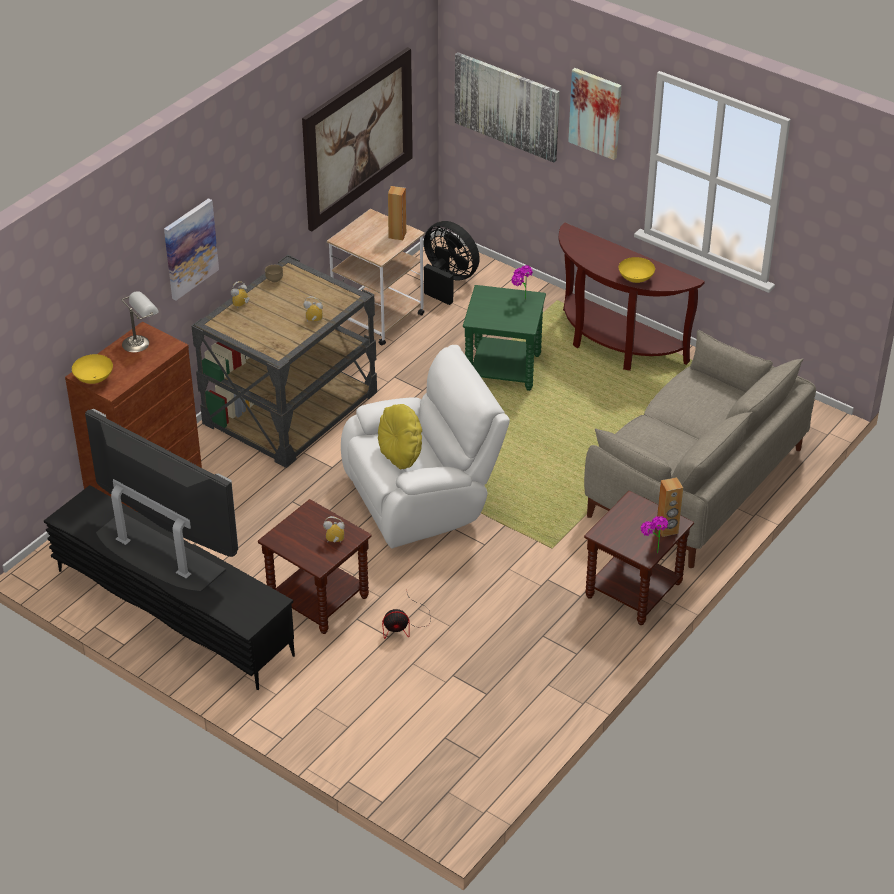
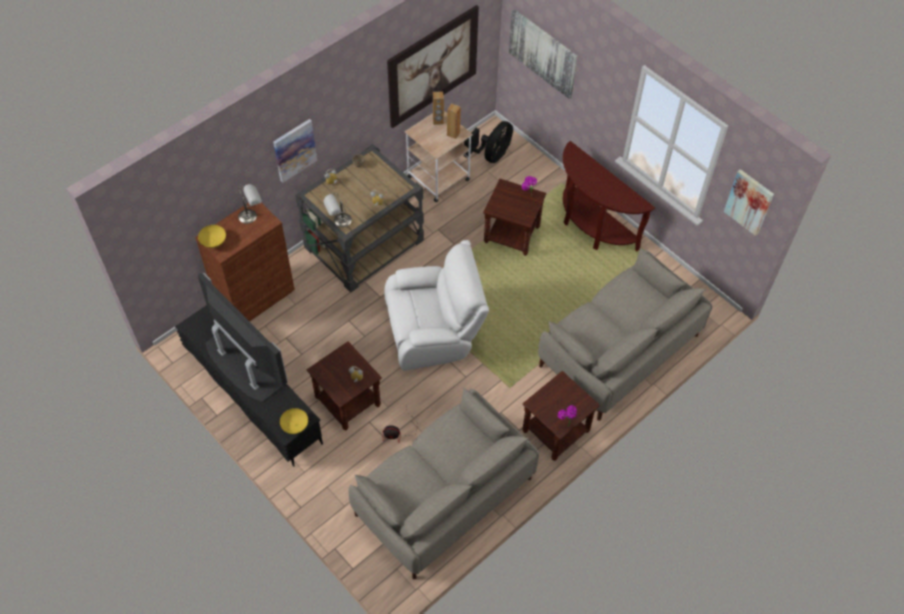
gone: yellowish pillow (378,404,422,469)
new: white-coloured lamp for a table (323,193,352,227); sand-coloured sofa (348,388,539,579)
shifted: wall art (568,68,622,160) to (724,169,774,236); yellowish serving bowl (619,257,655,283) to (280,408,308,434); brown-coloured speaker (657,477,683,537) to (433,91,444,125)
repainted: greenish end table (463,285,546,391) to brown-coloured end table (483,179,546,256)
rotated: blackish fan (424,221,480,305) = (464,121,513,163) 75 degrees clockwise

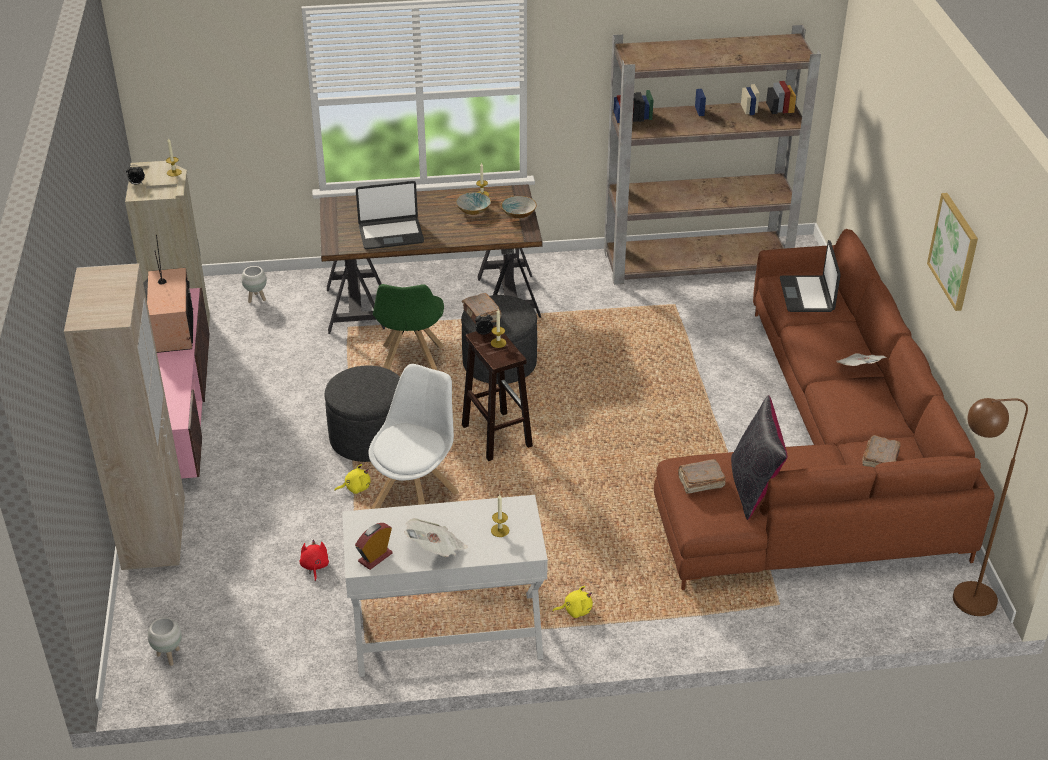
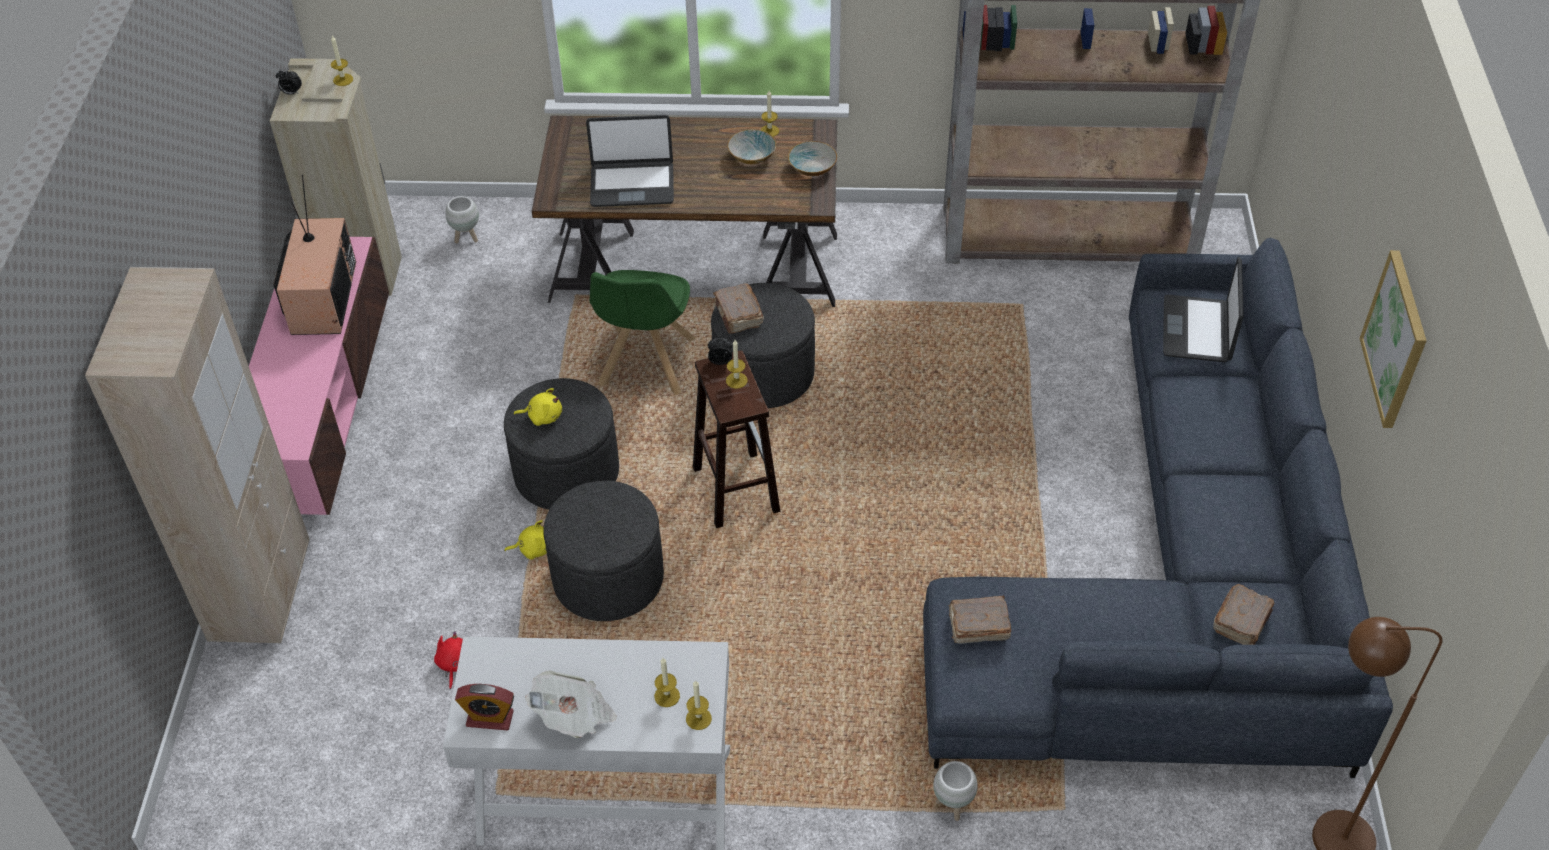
gone: blackish pillow (731,395,788,520); printed paper (837,353,887,366)
new: wax candle (686,680,712,730)
shifted: white-coloured planter (148,617,182,666) to (933,761,978,821); yellowish plush toy (552,586,593,618) to (514,388,562,426)
swapped: white-coloured upright chair (369,364,459,509) to gray pouffe (543,481,664,621)
repainted: brown-coloured sofa (654,229,995,590) to bluish sofa (923,238,1393,778)
rotated: bedside clock (355,523,393,570) = (455,684,514,730) 135 degrees counterclockwise

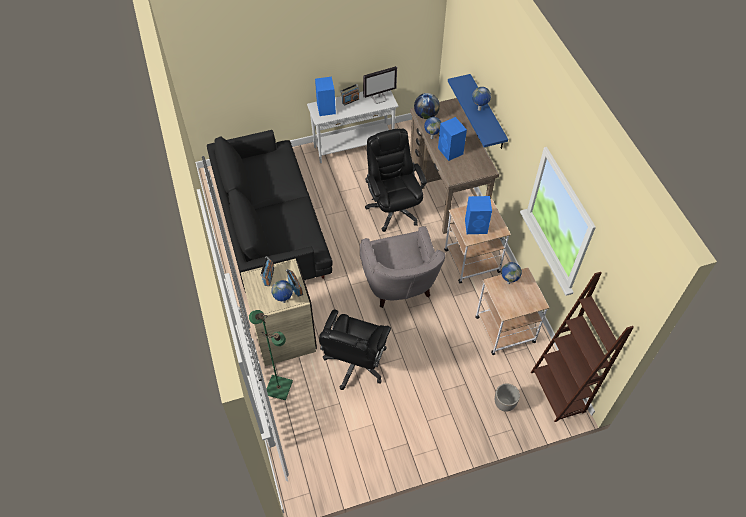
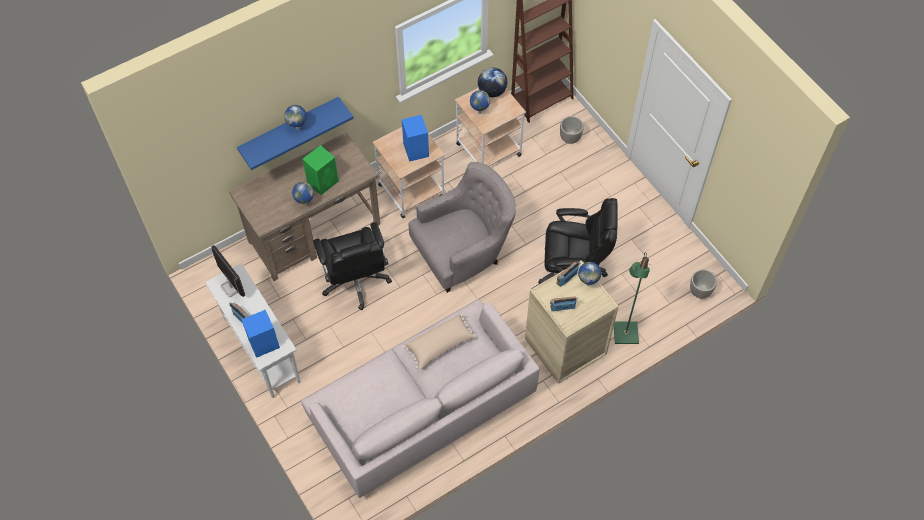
new: sand-coloured pillow (403,314,476,369); planter (690,269,717,299)
shifted: world globe (414,93,440,119) to (478,67,507,97)
repainted: blackish sofa (207,130,333,293) to white-coloured sofa (301,299,539,498); bluish speaker (438,117,467,161) to greenish speaker (302,145,339,195)
rotated: blackish computer chair (365,129,427,232) = (313,222,392,310) 75 degrees counterclockwise

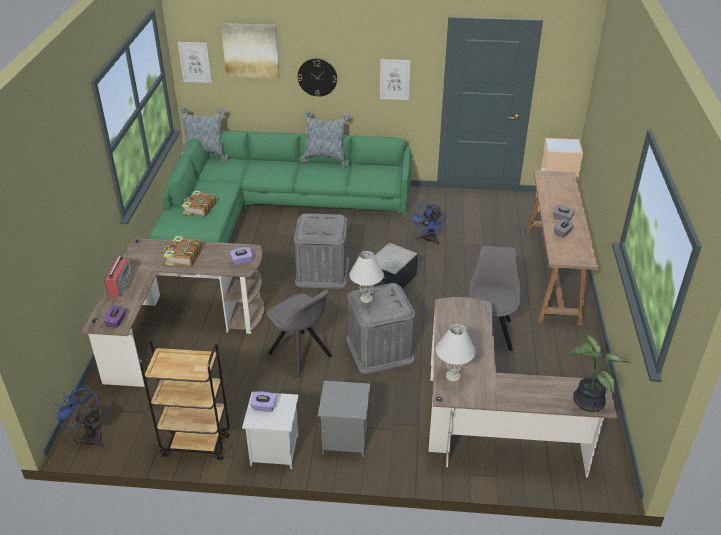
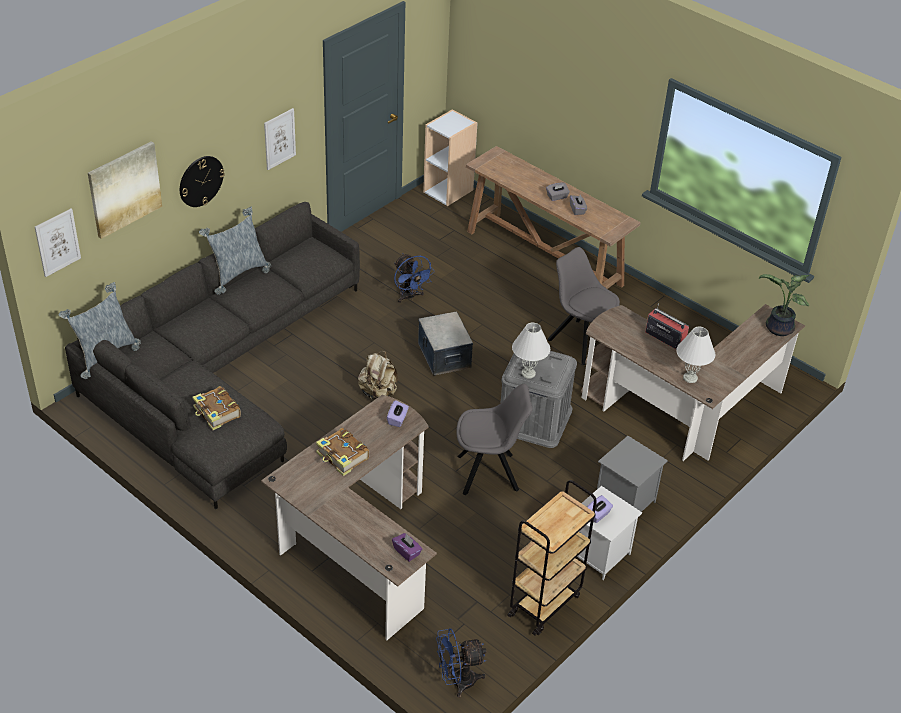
shifted: radio receiver (104,254,133,298) to (645,303,689,349)
swapped: gray storage box (294,213,349,289) to sand-coloured backpack (358,351,398,400)
repainted: greenish sofa (150,130,411,243) to gray sofa (65,202,360,509)

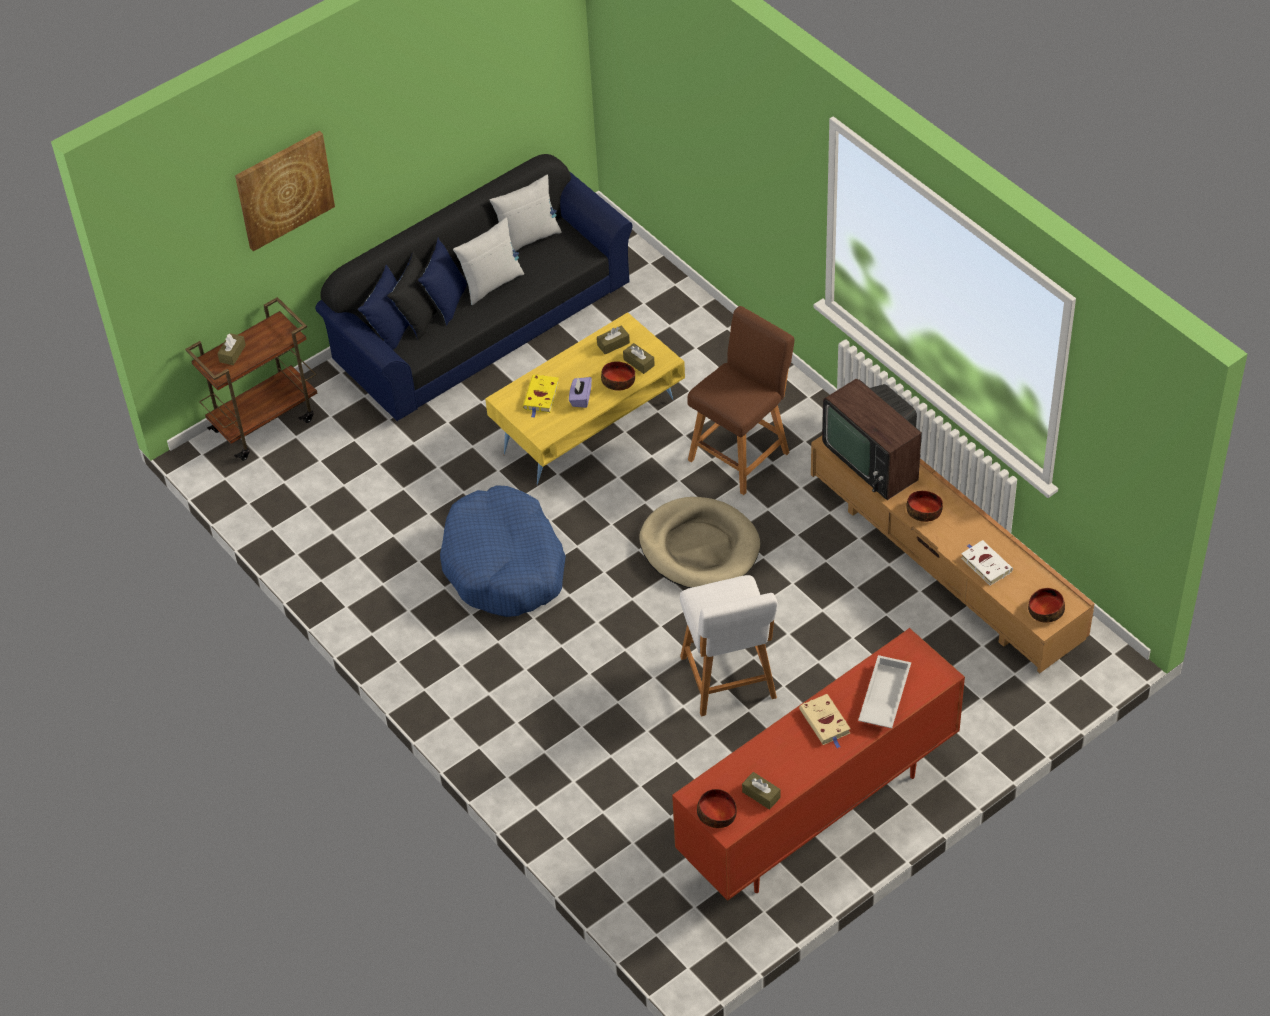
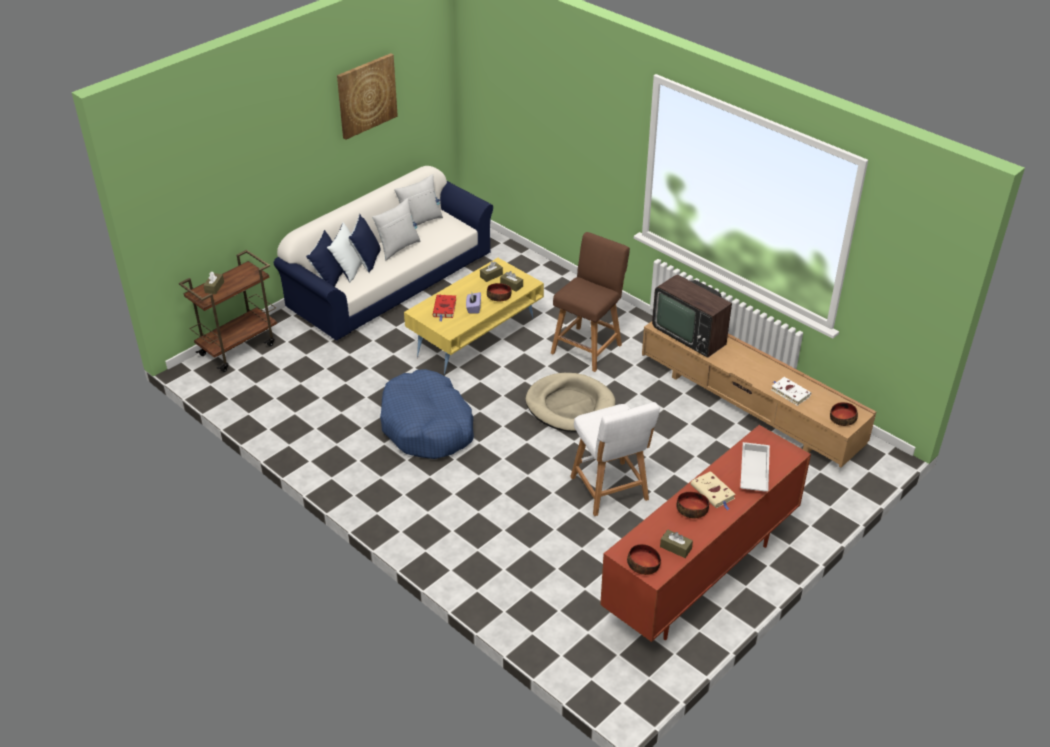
shifted: wall art (235,131,335,251) to (337,53,398,140); serving bowl (906,491,943,522) to (676,492,709,518)
repainted: blackish sofa (315,154,632,421) to white-coloured sofa (274,166,493,341); yellowish volume (523,374,559,418) to red-coloured volume (433,295,456,321)

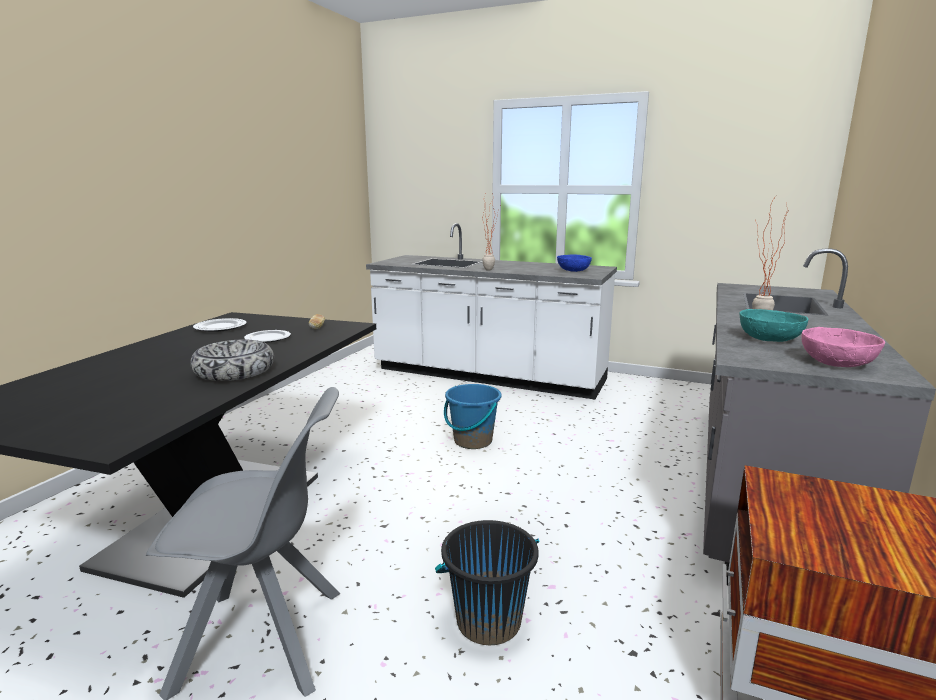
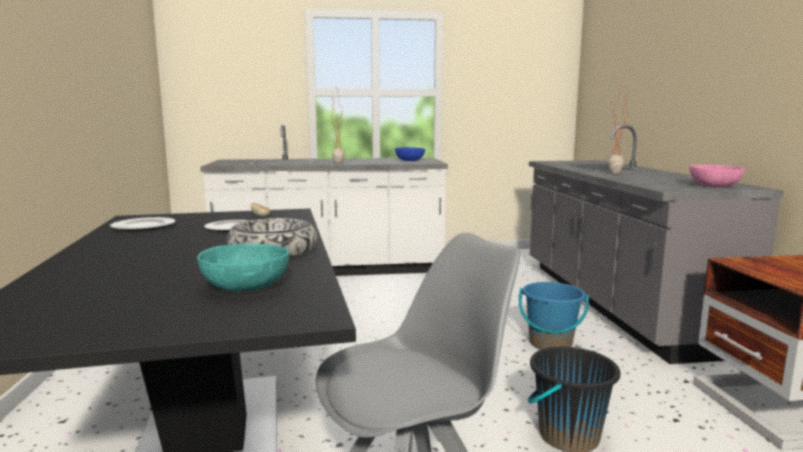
shifted: bluish bucket (444,384,501,449) to (519,282,589,350); turquoise-coloured serving bowl (740,309,808,342) to (197,244,289,292)

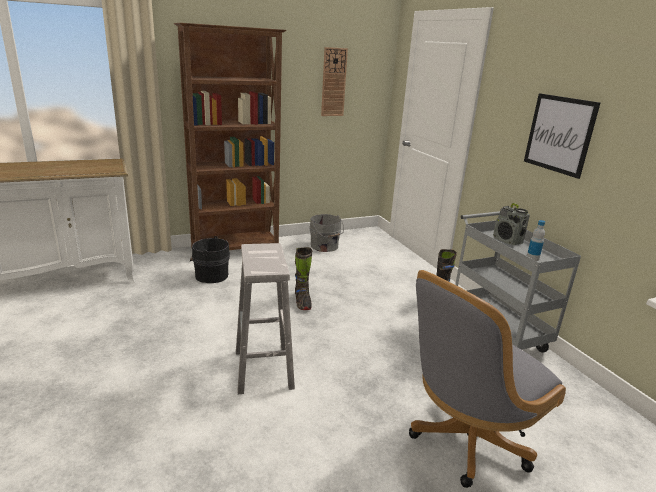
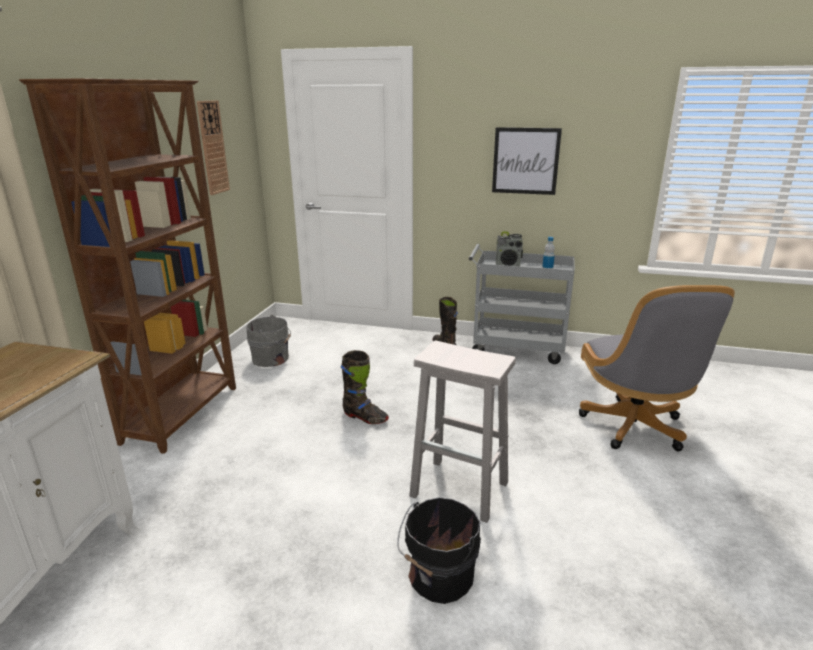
shifted: blackish bucket (190,236,230,283) to (397,497,481,604)

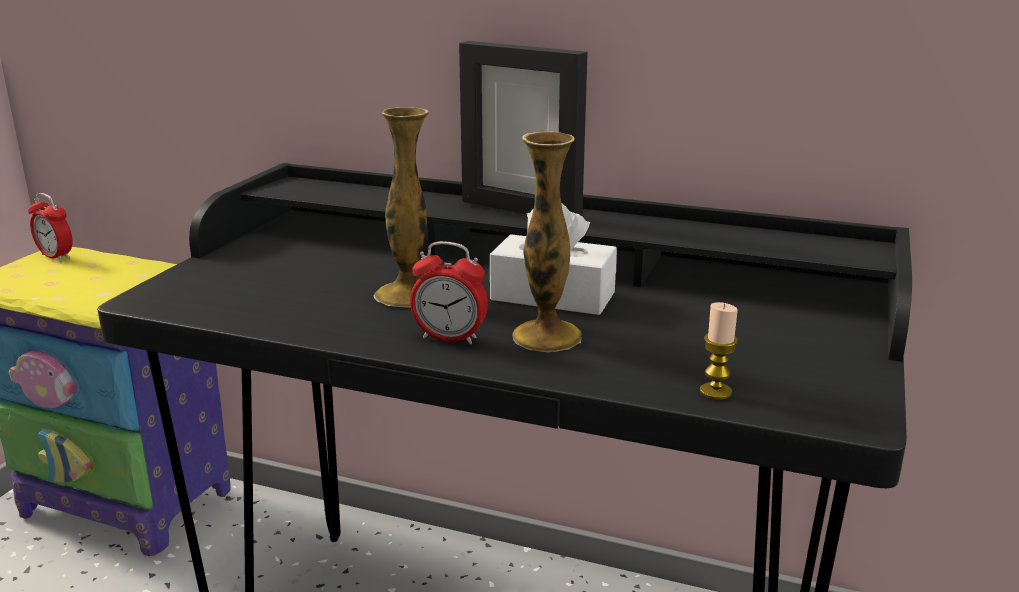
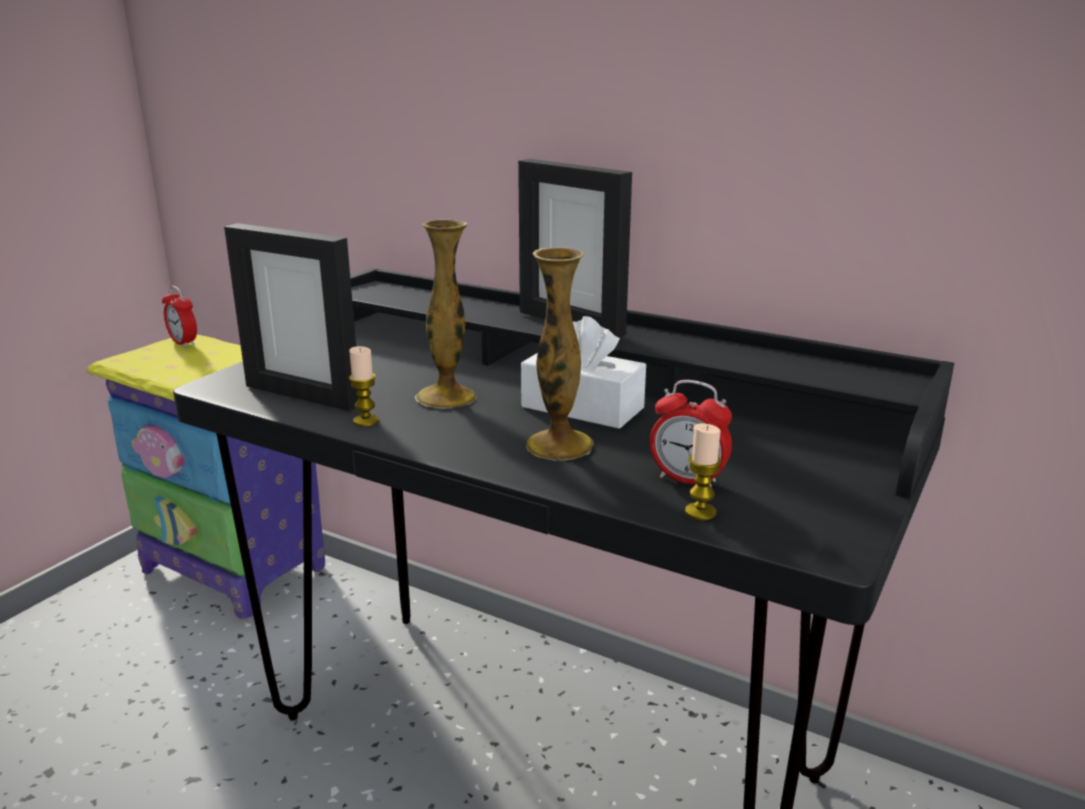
new: photo frame (224,223,359,411); wax candle (349,346,379,427)
shifted: bedside clock (410,241,488,344) to (650,380,732,488)

